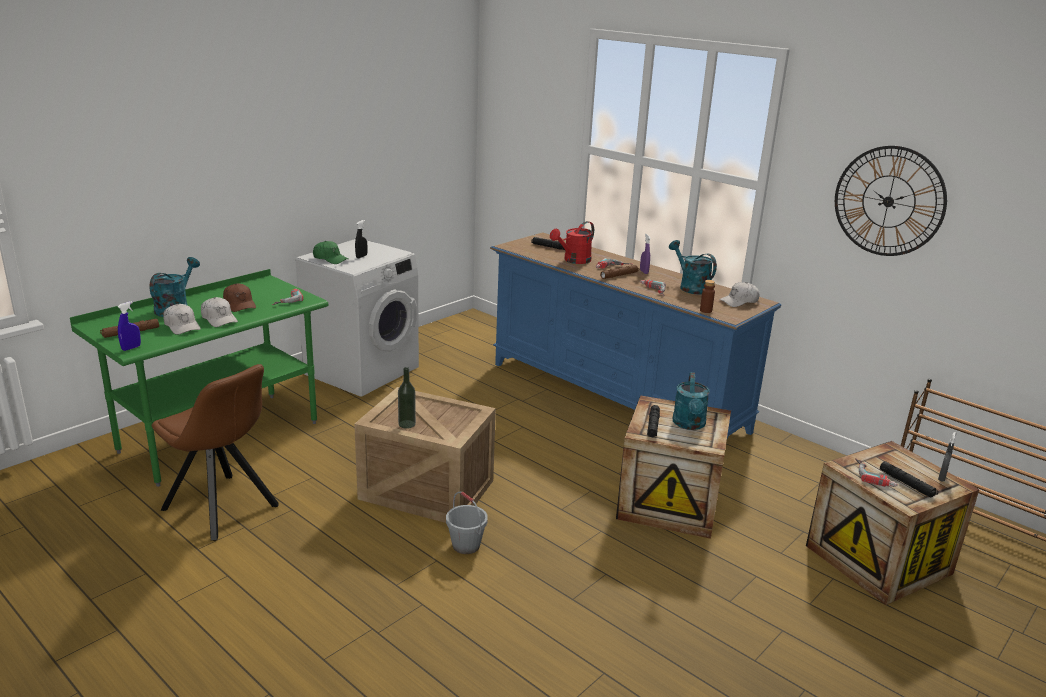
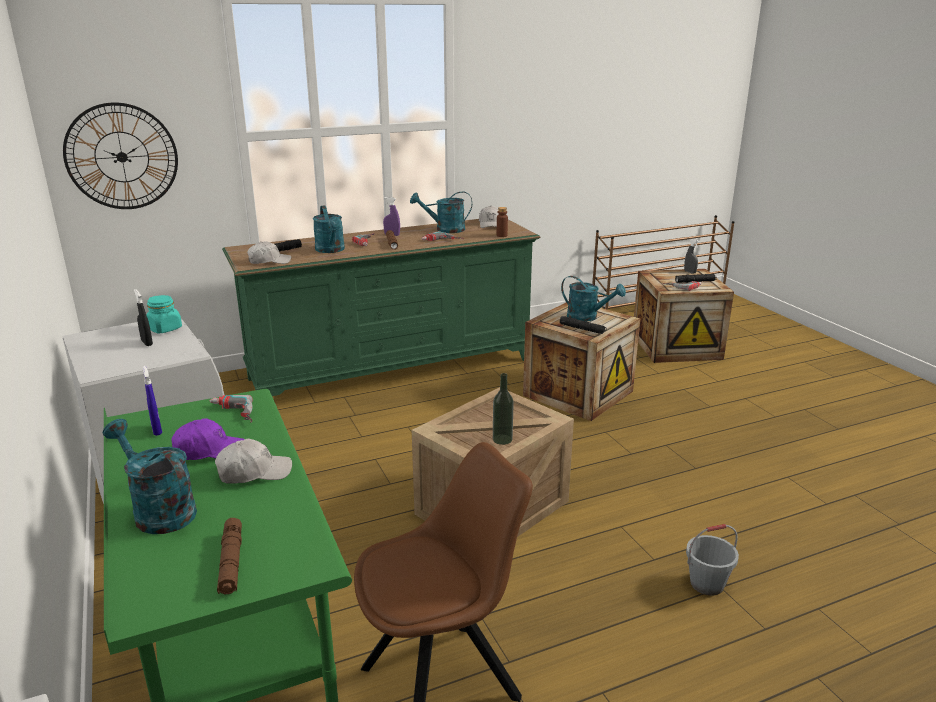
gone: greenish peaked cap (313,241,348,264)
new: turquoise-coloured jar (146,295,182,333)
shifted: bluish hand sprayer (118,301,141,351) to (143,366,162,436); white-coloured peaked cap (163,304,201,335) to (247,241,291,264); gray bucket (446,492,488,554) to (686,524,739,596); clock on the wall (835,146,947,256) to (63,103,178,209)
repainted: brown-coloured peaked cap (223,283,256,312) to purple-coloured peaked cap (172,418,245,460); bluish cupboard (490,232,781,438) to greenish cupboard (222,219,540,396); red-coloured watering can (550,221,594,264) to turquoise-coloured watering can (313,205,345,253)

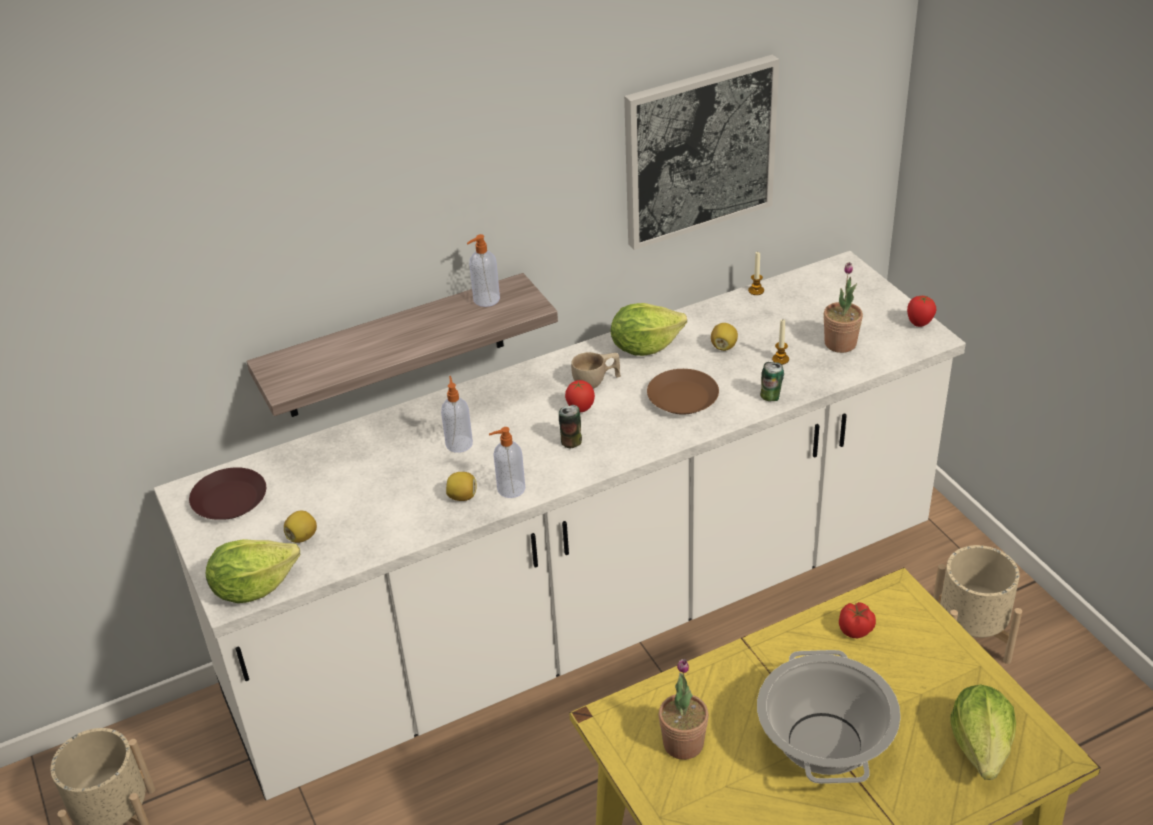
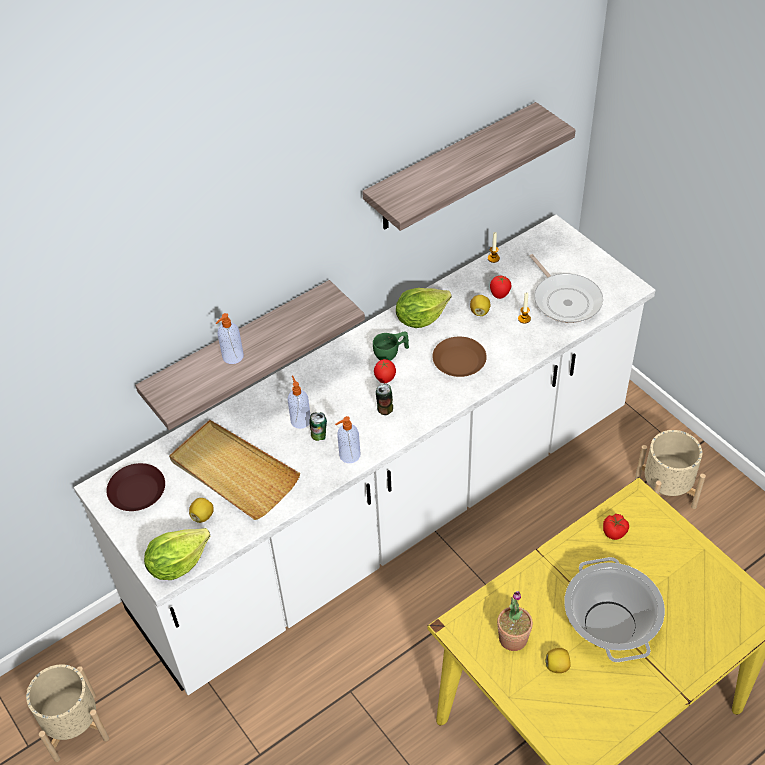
gone: lettuce (950,684,1016,780)
new: sand-coloured carrying tray (169,420,300,520)
shifted: citrus fruit (446,472,476,501) to (545,648,571,673); soap dispenser (467,234,500,307) to (216,313,244,364); metal can (760,362,784,401) to (309,412,327,441); fresh tomato (907,296,936,327) to (490,276,512,299)
swapped: wall art (624,55,779,250) to bracket shelf (362,102,576,231); plant in a pot (824,262,863,353) to frying pan (529,254,603,323)
repainted: sand-coloured drinking cup (571,352,621,389) to greenish drinking cup (373,331,409,361)

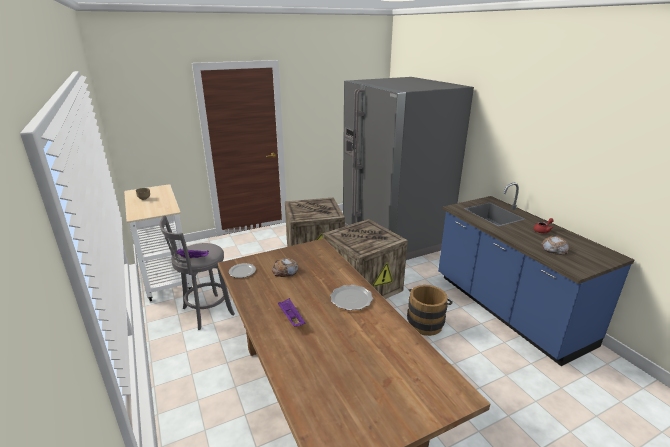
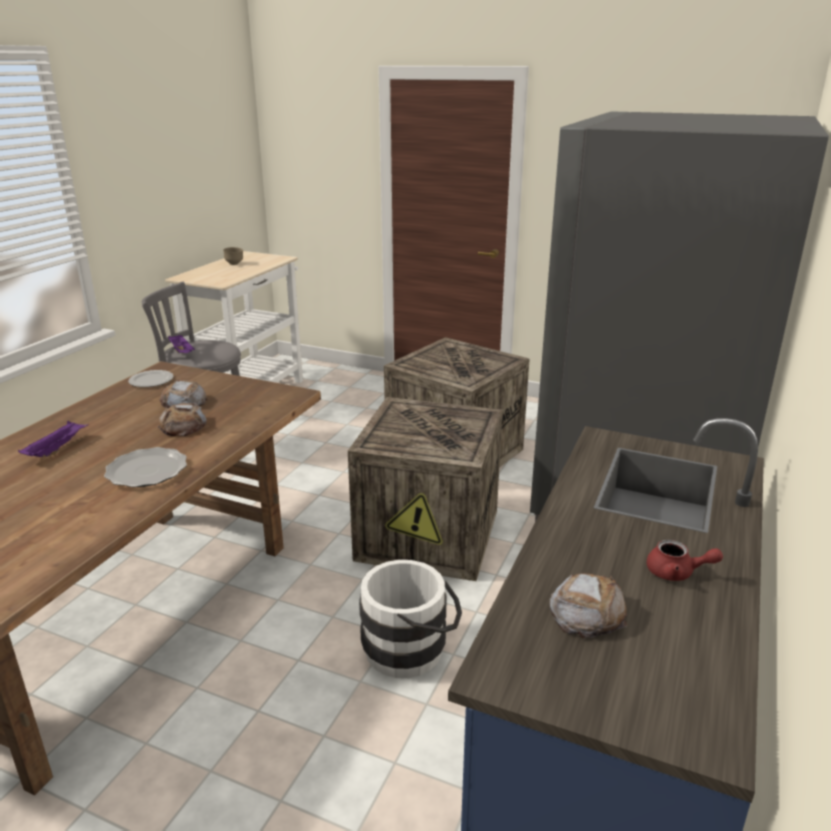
new: bakery bread (157,403,207,436)
repainted: brown-coloured bucket (407,285,453,336) to white-coloured bucket (359,559,462,678)

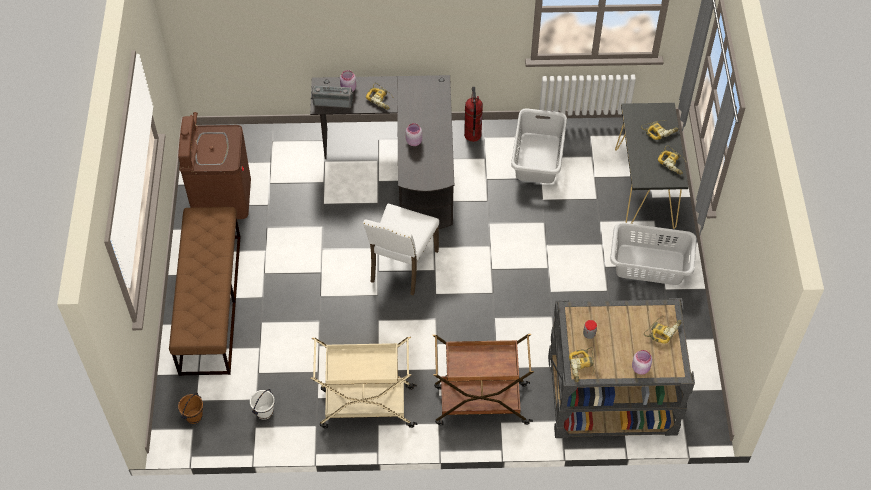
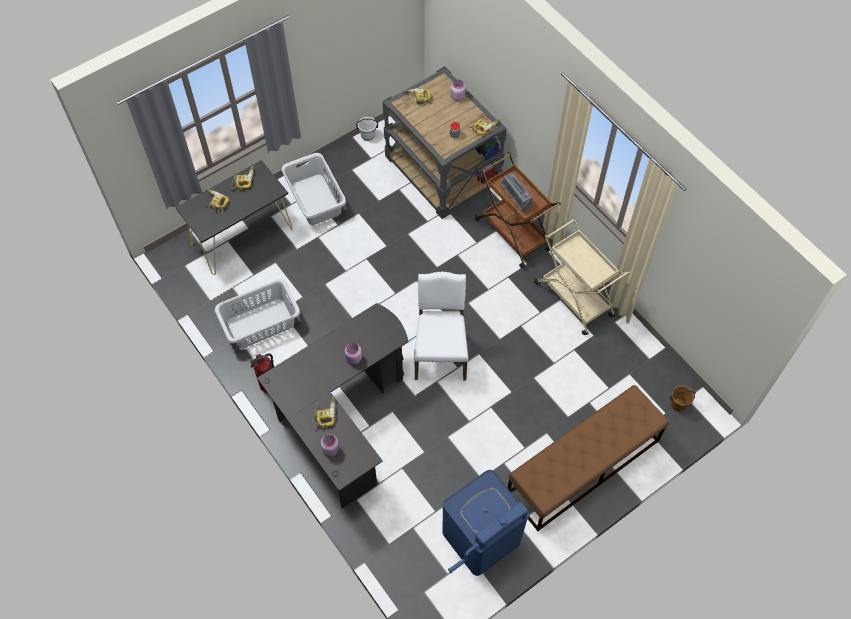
shifted: white-coloured bucket (250,389,275,420) to (356,117,378,141); radio receiver (311,85,353,108) to (500,172,533,212)
repainted: brown-coloured laundry appliance (178,112,251,219) to bluish laundry appliance (442,470,530,576)
rotated: white-coloured upright chair (363,203,439,295) = (414,272,468,381) 75 degrees counterclockwise

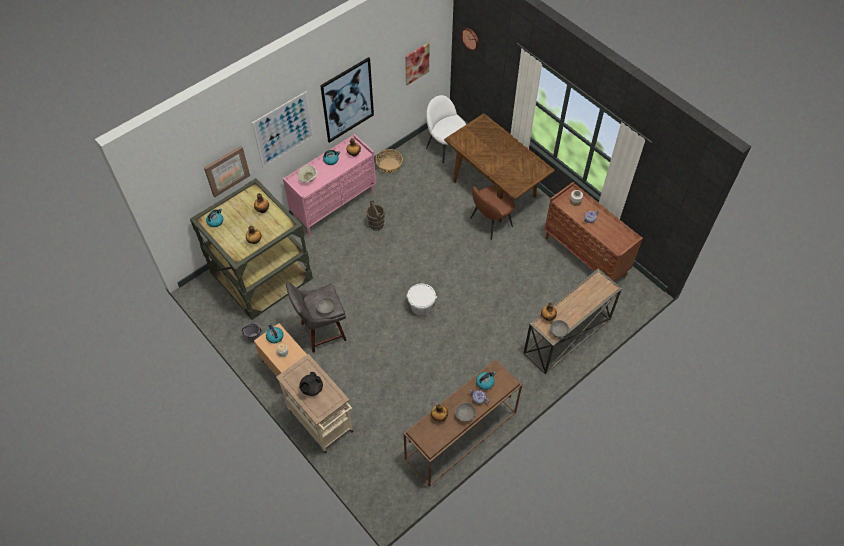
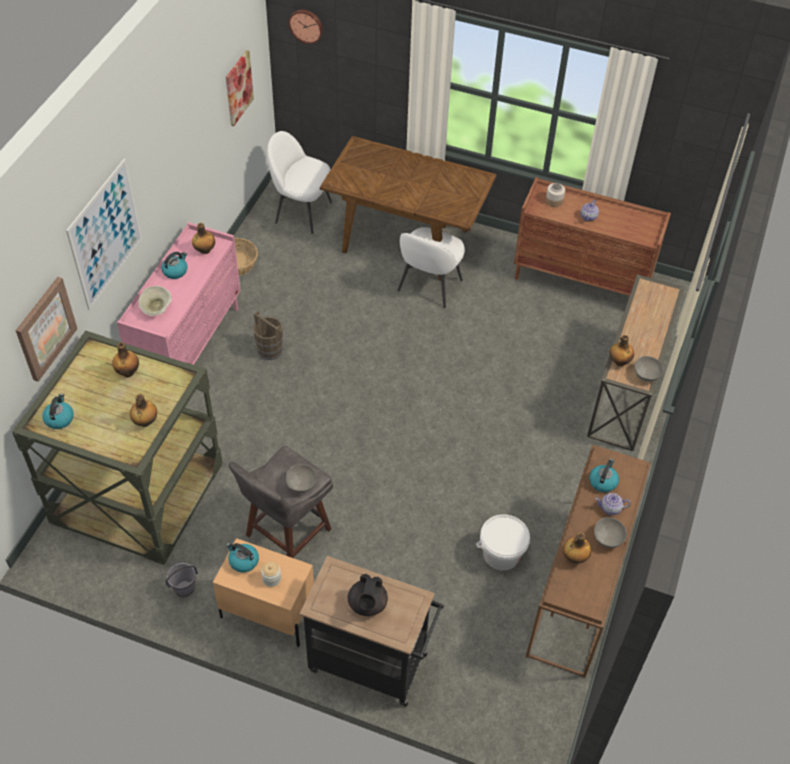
gone: wall art (320,57,374,143)
shifted: white-coloured bucket (406,283,437,316) to (476,515,530,570)
repainted: sand-coloured trolley (276,354,353,453) to blackish trolley (300,556,444,707); brown-coloured upright chair (470,185,515,240) to white-coloured upright chair (398,227,465,308)

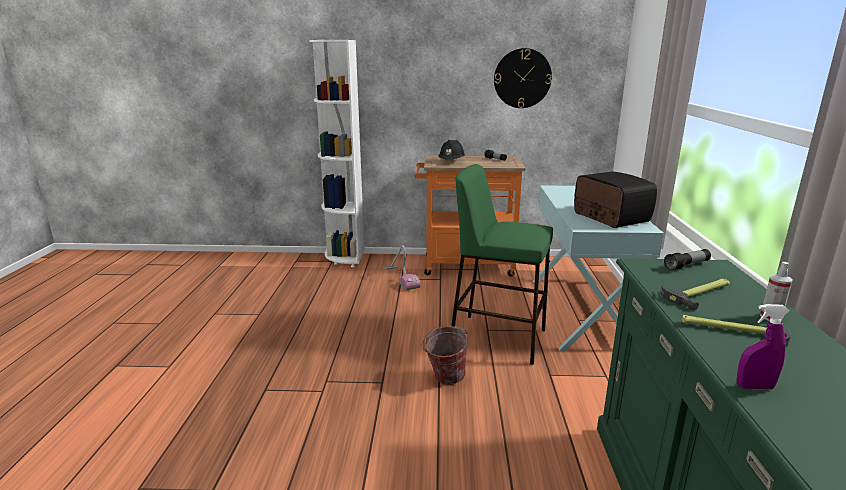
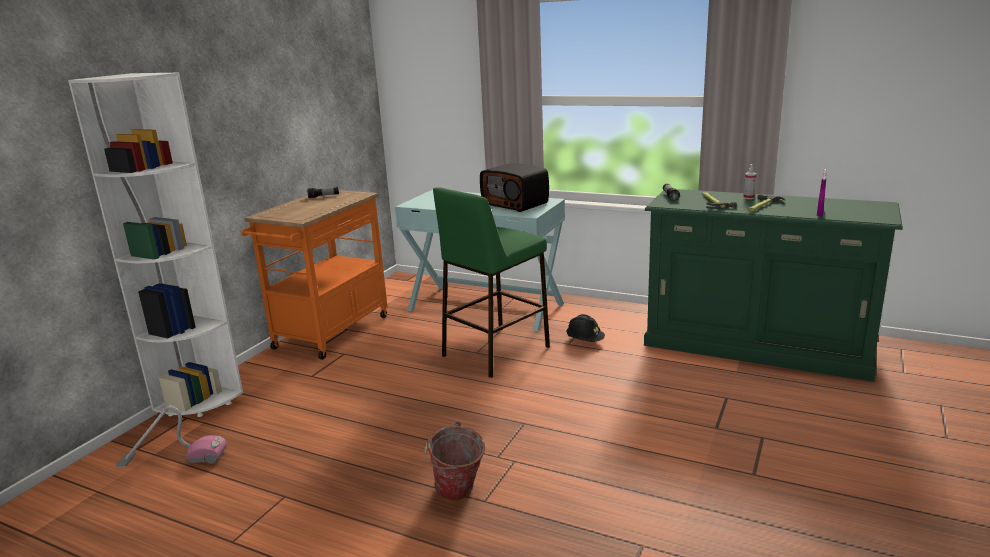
gone: clock on the wall (494,48,552,108)
shifted: hoover (384,245,421,290) to (116,406,227,467); bucket (421,326,469,385) to (424,422,485,500); blackish work helmet (439,140,465,159) to (566,314,605,342)
rotated: radio receiver (574,172,657,228) = (480,163,549,212) 135 degrees counterclockwise

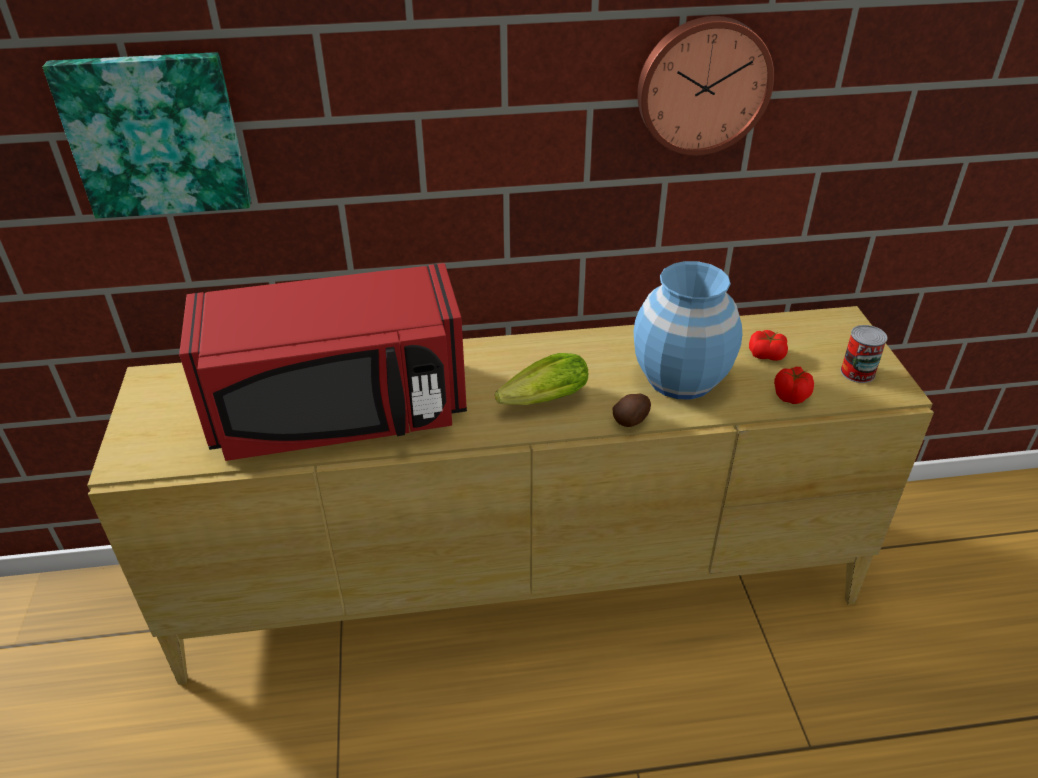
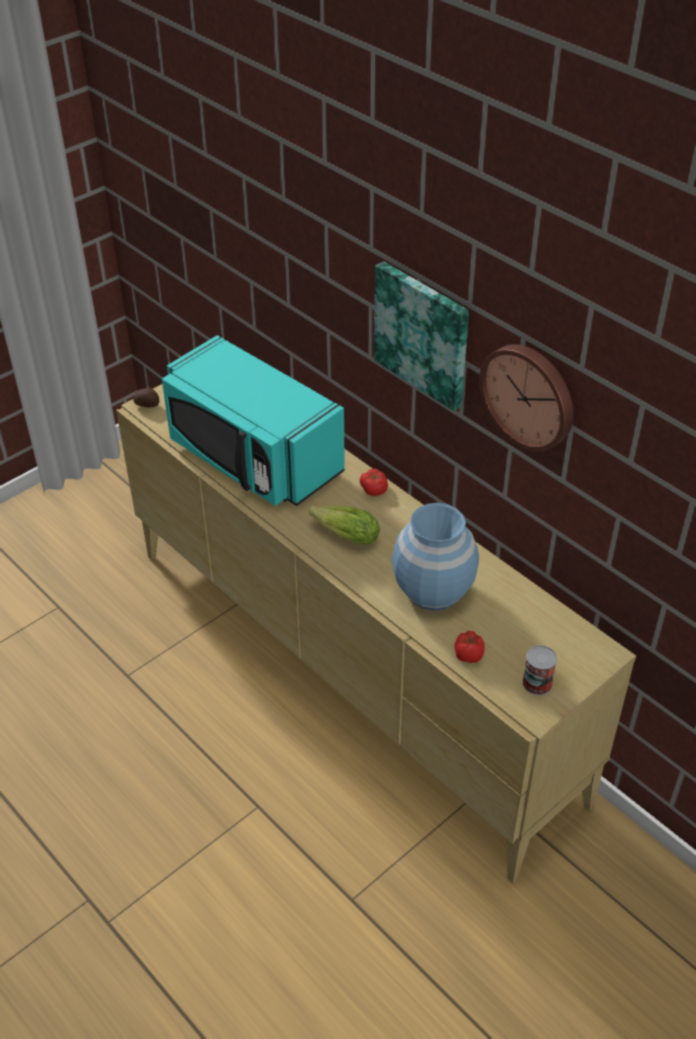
shifted: wall art (43,52,251,219) to (374,261,469,411); potato (613,393,651,427) to (133,388,159,408); fresh tomato (749,330,788,361) to (360,469,388,496)
repainted: red-coloured microwave oven (179,263,467,461) to turquoise-coloured microwave oven (162,335,345,506)

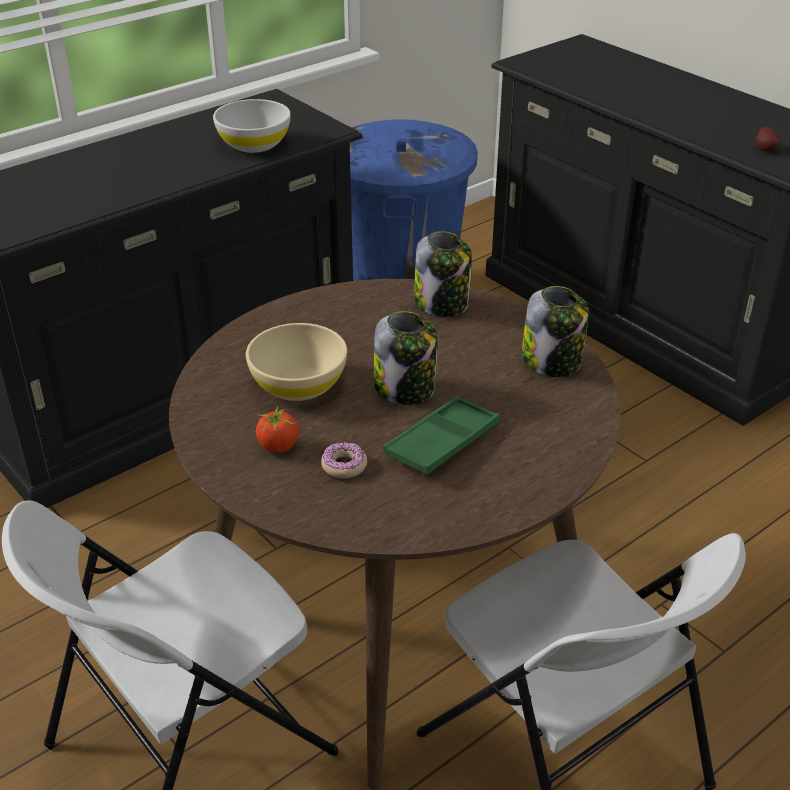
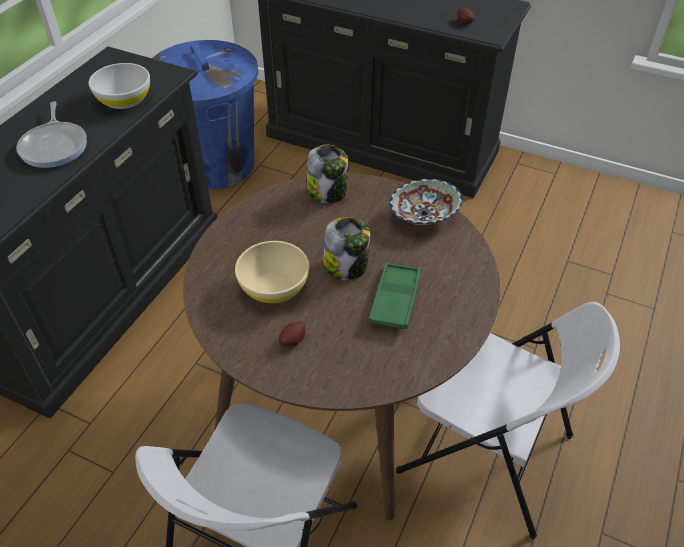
gone: donut (321,442,367,479)
new: frying pan (16,101,87,168)
swapped: fresh tomato (256,405,299,453) to potato (279,321,306,347); jar (521,286,589,377) to serving bowl (389,179,463,225)

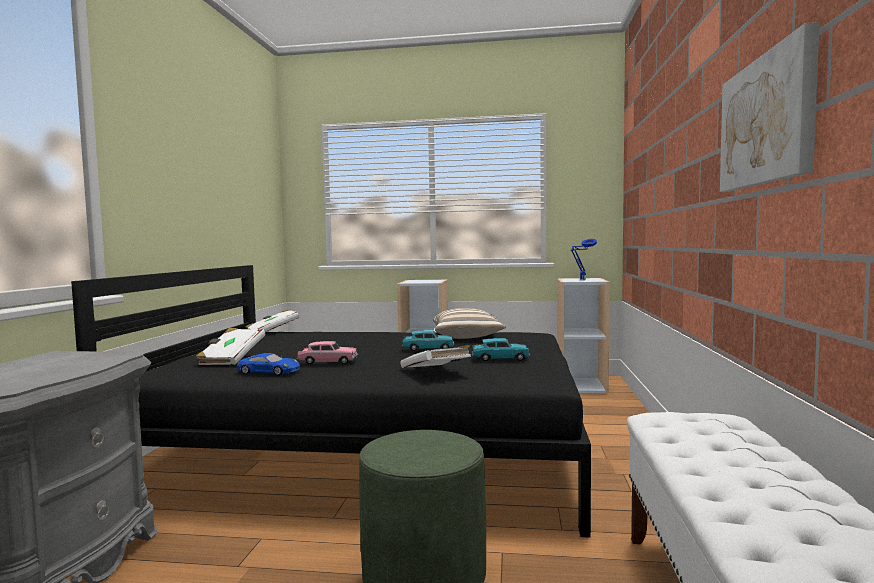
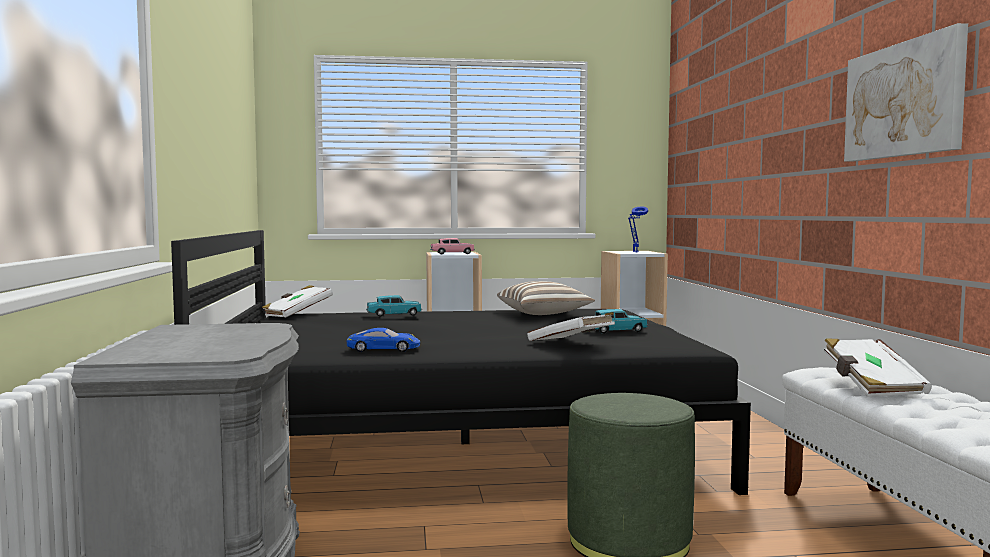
shifted: white-coloured volume (196,328,265,365) to (824,338,932,397); pinkish model car (297,341,358,365) to (430,238,475,254); turquoise-coloured model car (402,330,454,351) to (366,295,422,317)

